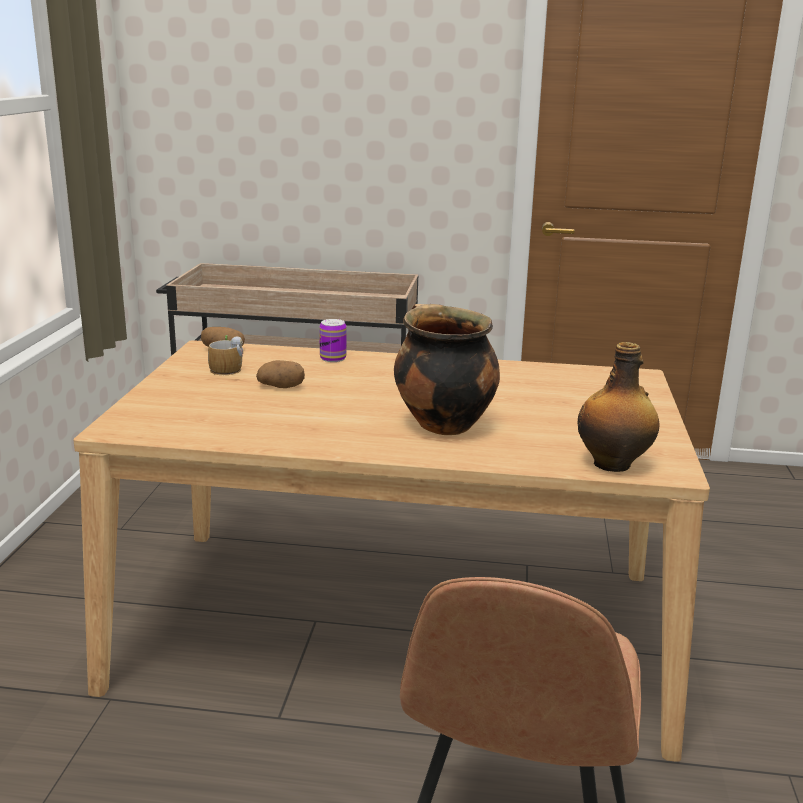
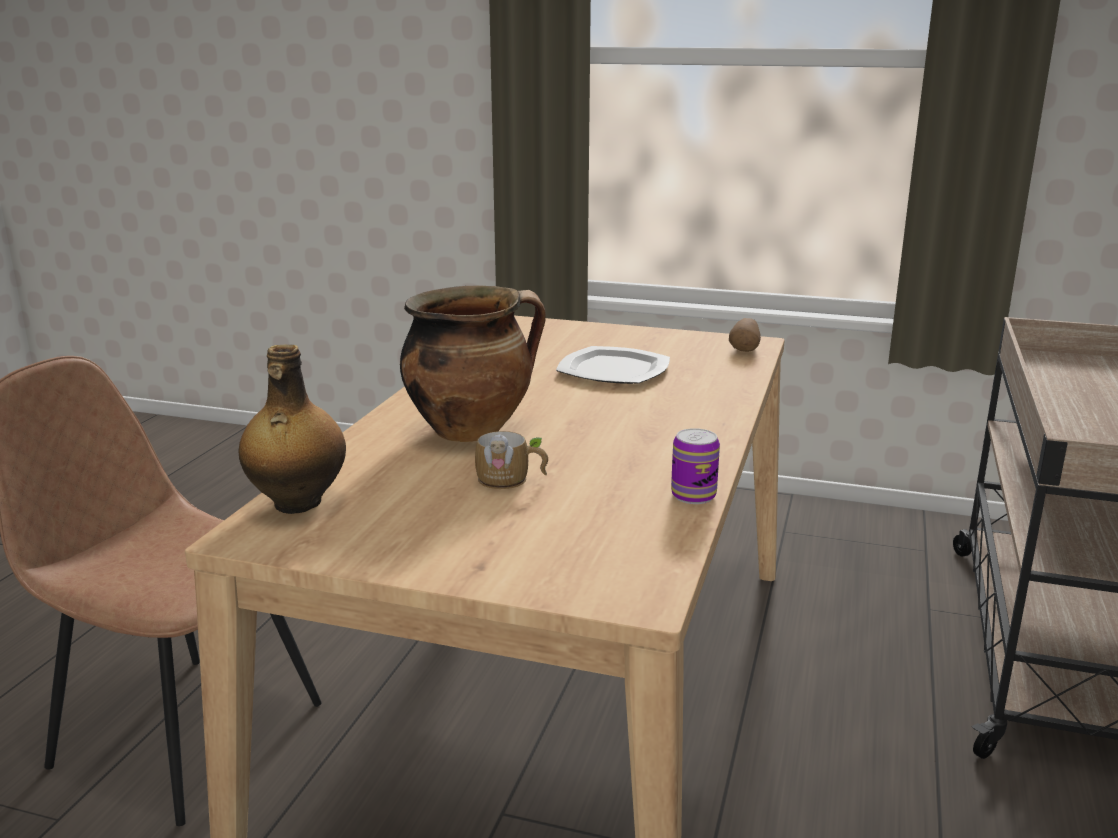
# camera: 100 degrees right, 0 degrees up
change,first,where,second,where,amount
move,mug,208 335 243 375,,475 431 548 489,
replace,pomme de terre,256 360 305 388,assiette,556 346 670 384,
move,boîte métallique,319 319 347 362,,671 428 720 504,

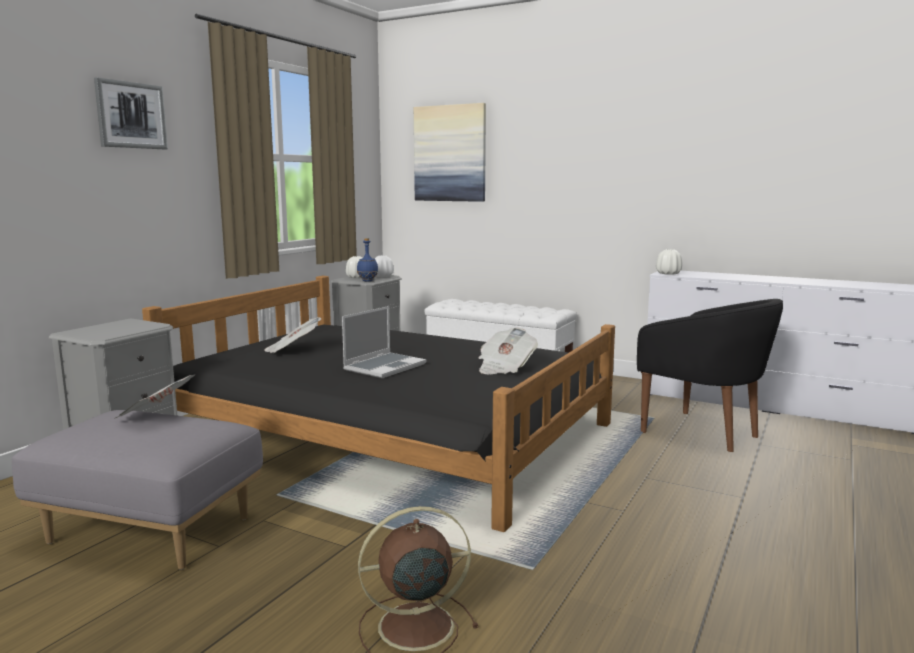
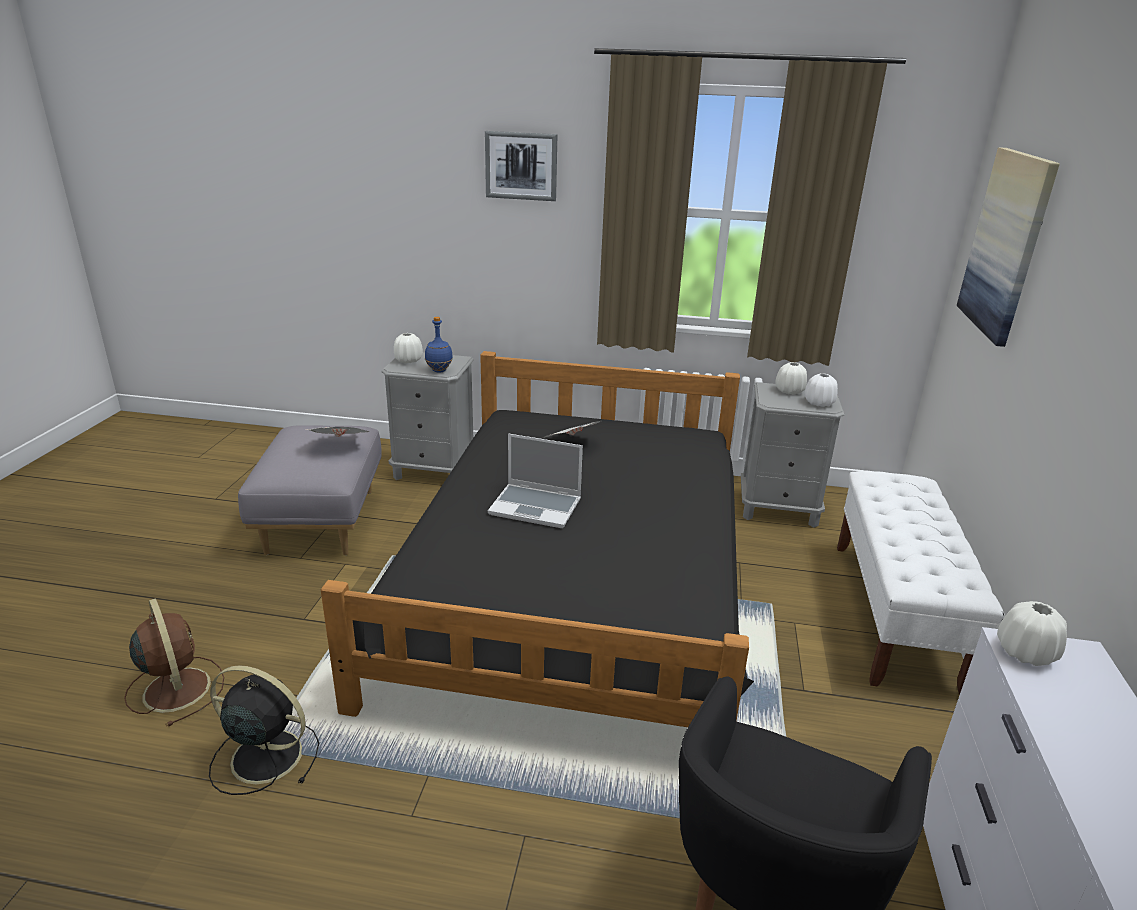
# camera: 70 degrees right, 15 degrees up
change,first,where,second,where,amount
move,bouteille/bleu,357 238 378 281,,425 317 453 372,
delete,journal,478 328 538 374,,,
insert,,,ventilateur/noir,209 665 319 795,
insert,,,vase/blanc,394 333 423 363,

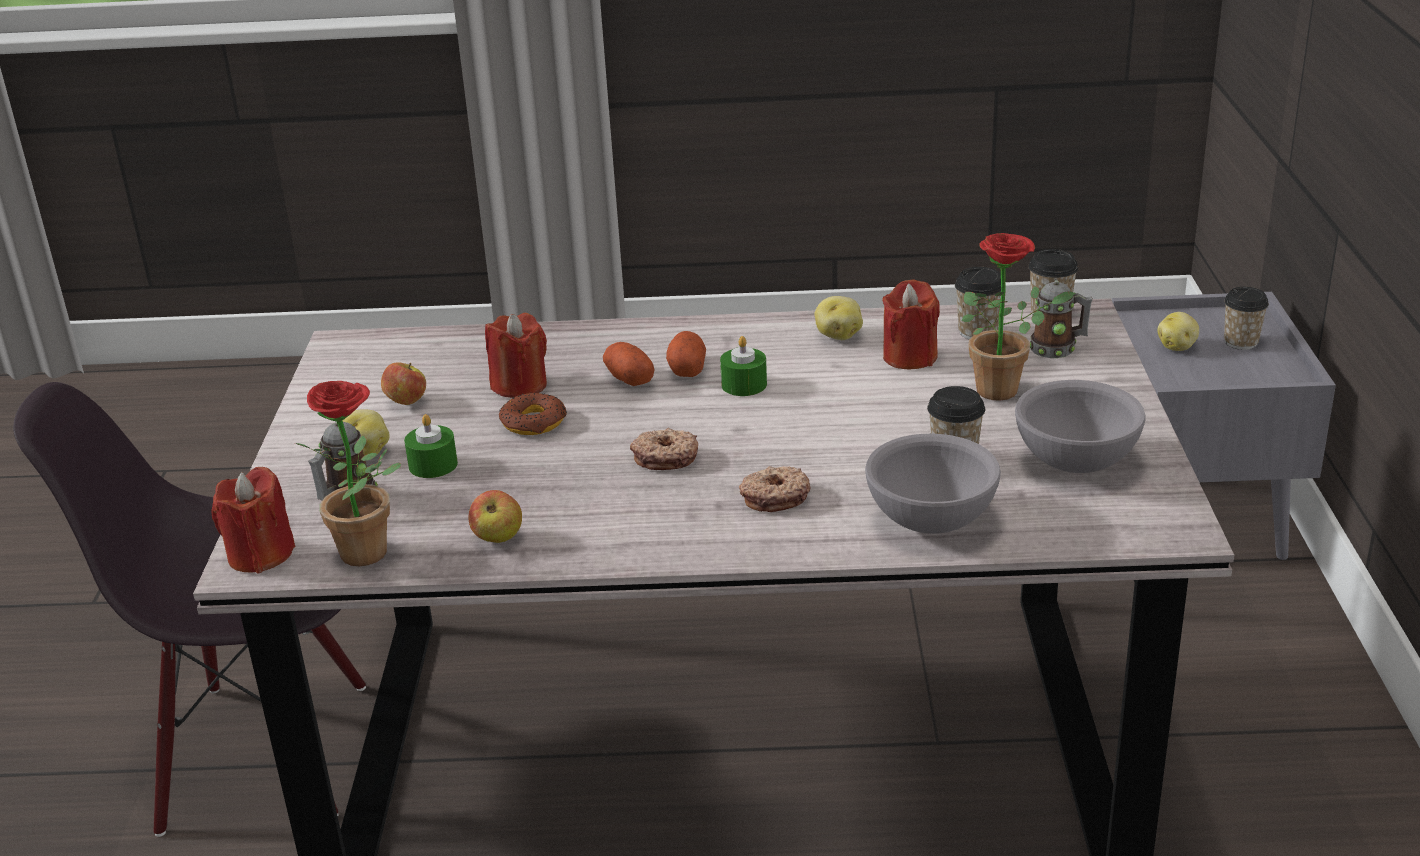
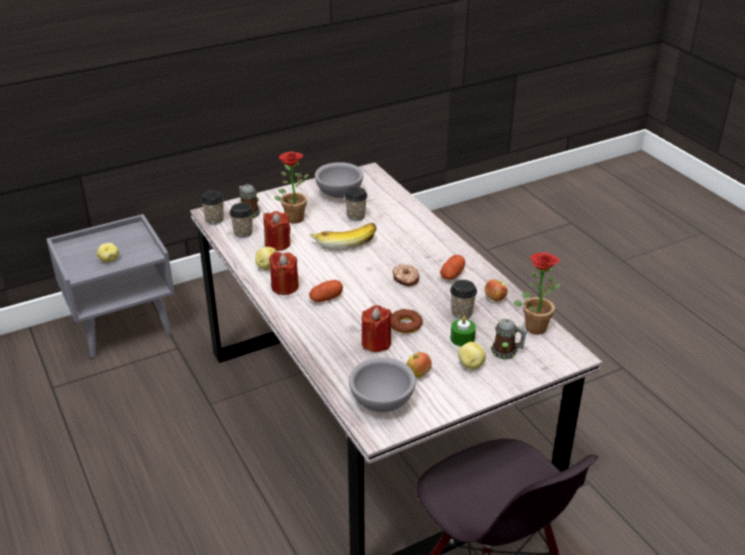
# camera: 120 degrees left, 5 degrees up
change,first,where,second,where,amount
move,bougie/rouge,212 467 295 573,,269 252 299 295,
move,pomme de terre,603 342 654 386,,440 255 465 280,
delete,bougie/vert,720 336 767 396,,,
delete,beignet,739 466 810 512,,,
move,bol/gris,865 434 1001 534,,349 357 416 412,
move,tasse,1224 287 1269 350,,450 280 477 319,
insert,,,banane,309 223 377 250,

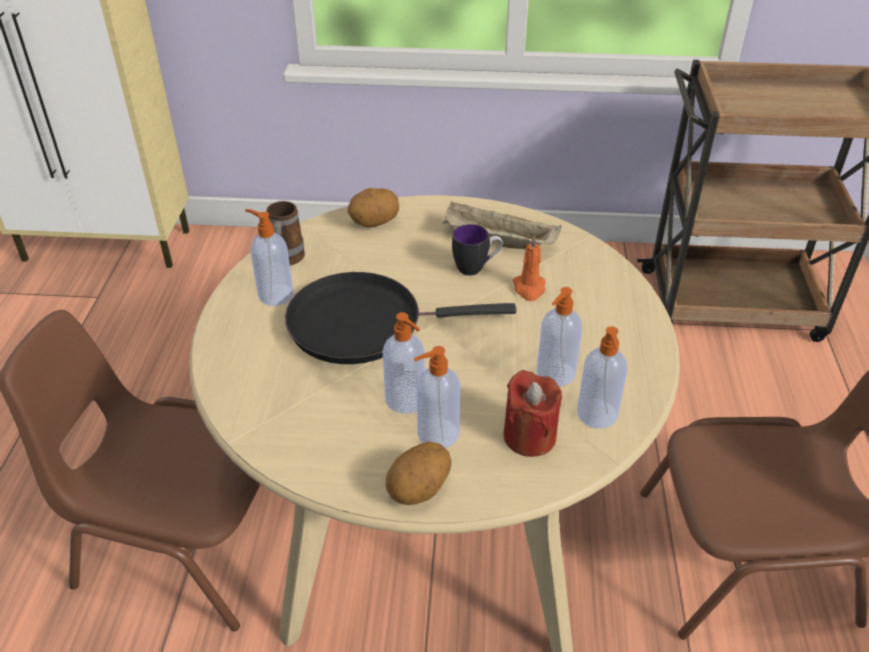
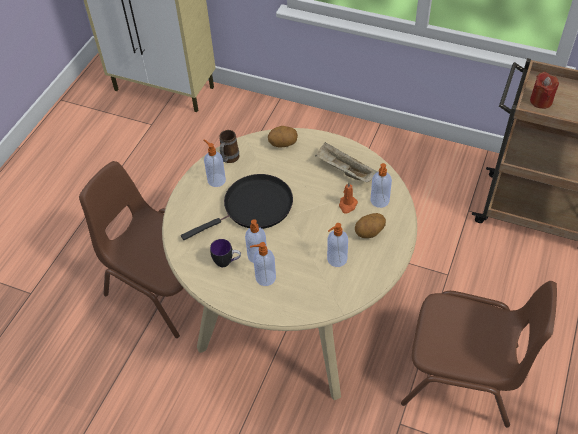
# camera: 20 degrees right, 10 degrees up
change,first,where,second,where,amount
rotate,poêle/noir,285 272 516 364,,181 174 293 240,135 degrees clockwise
move,pomme de terre,386 441 451 505,,355 213 386 238,
move,mug,452 224 503 276,,210 239 241 267,
move,bougie/rouge,504 370 562 457,,530 72 559 109,
move,distributeur de savon,577 326 627 429,,371 163 392 208,

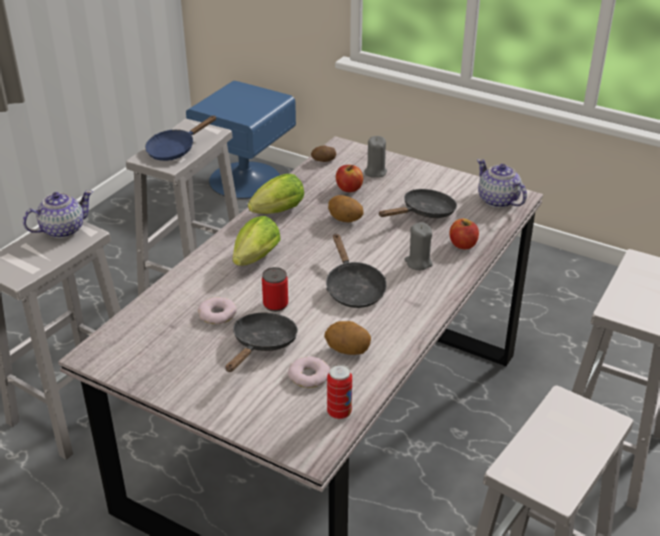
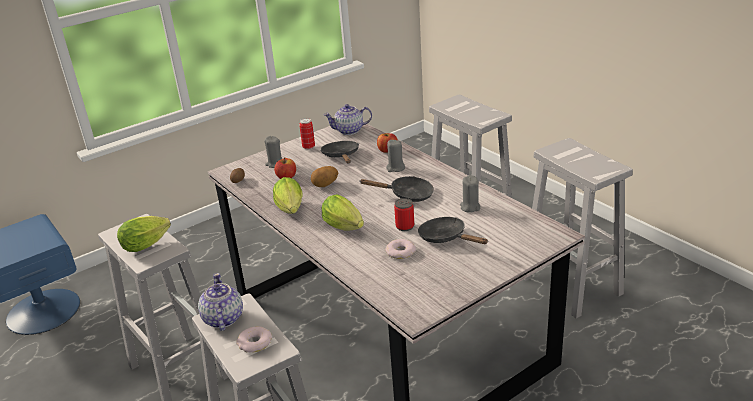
# camera: 65 degrees left, 5 degrees down
change,first,where,second,where,amount
replace,poêle/bleu,145 116 216 161,laitue,117 216 171 252,
move,beignet,288 356 330 388,,236 326 272 353,
replace,pomme de terre,324 321 371 355,bougie/gris,460 175 480 213,
move,boîte métallique,327 364 352 419,,299 118 315 150,

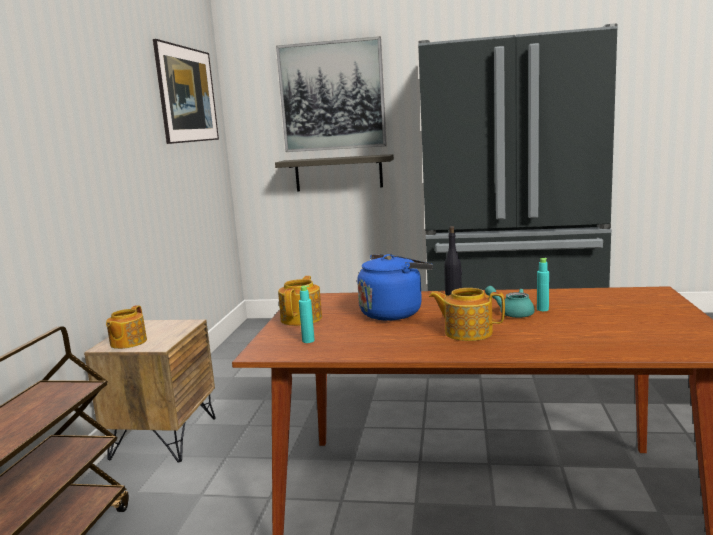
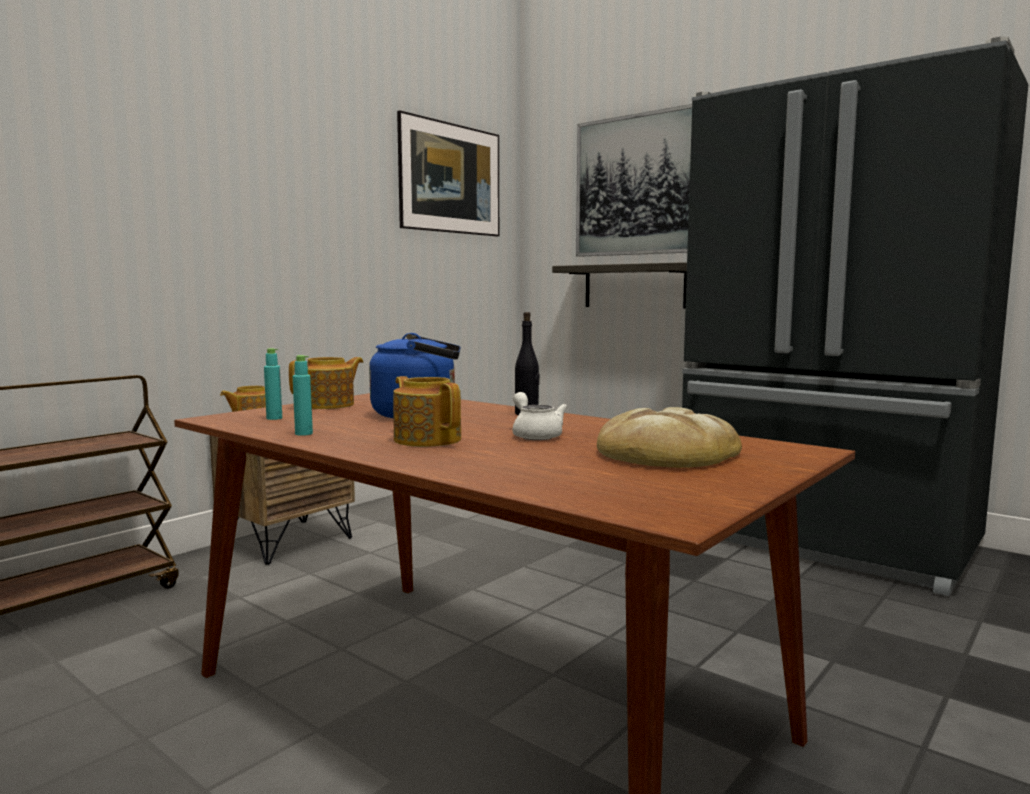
# camera: 30 degrees right, 5 degrees down
change,first,where,second,where,amount
recolor,théière/turquoise,485 286 535 318,théière/blanc,512 392 567 440,
move,bouteille/turquoise,537 258 549 311,,293 355 313 436,
insert,,,pain,597 407 742 468,

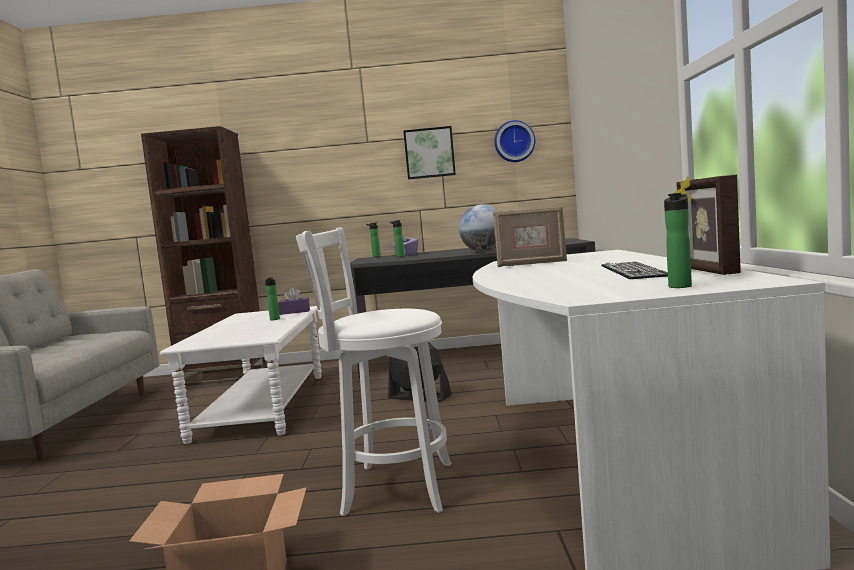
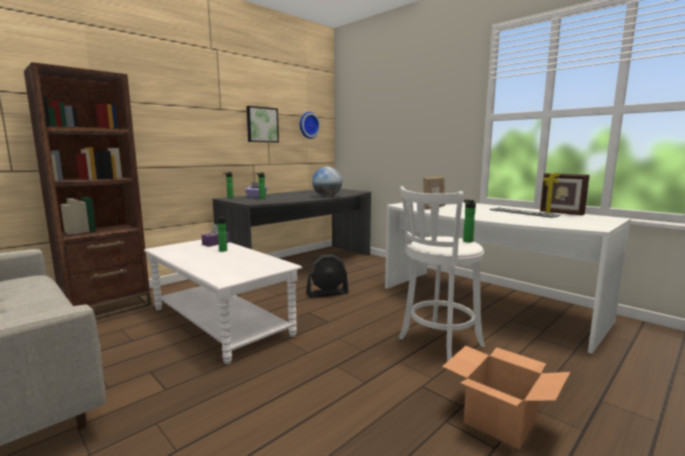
# camera: 45 degrees left, 5 degrees up
change,first,where,second,where,amount
move,bouteille,664 193 692 288,,463 200 476 242,

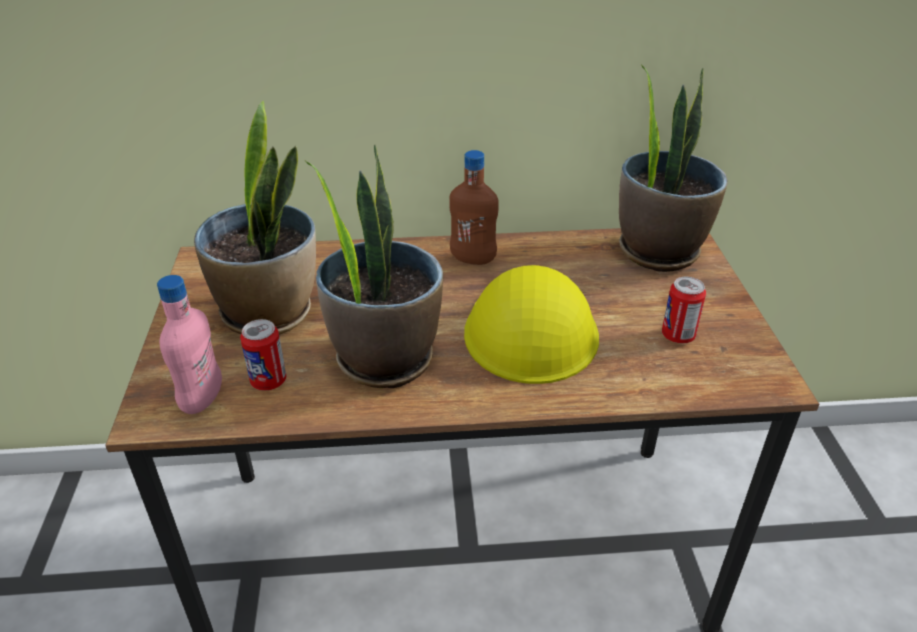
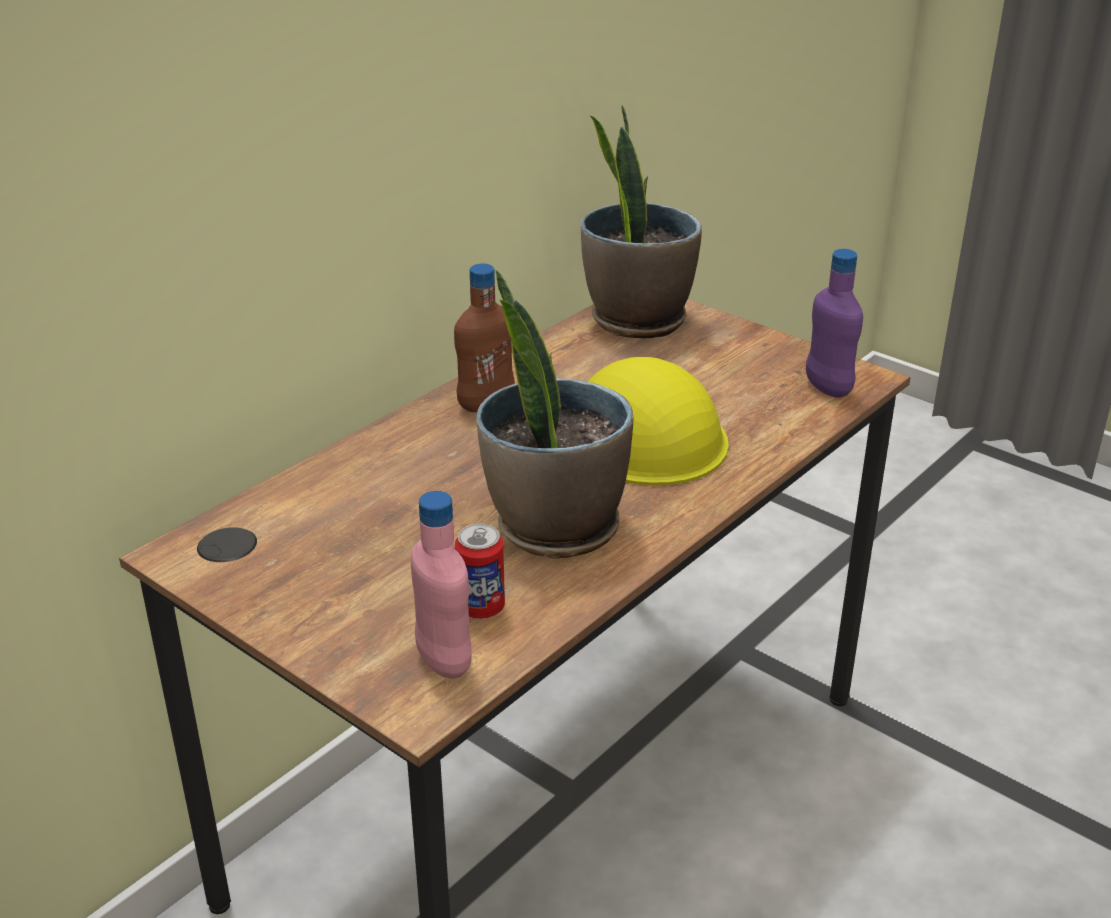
# camera: 45 degrees left, 5 degrees down
change,first,where,second,where,amount
delete,plante en pot,194 101 316 335,,,
delete,boîte métallique,662 276 706 343,,,
insert,,,bouteille/violet,806 249 863 398,

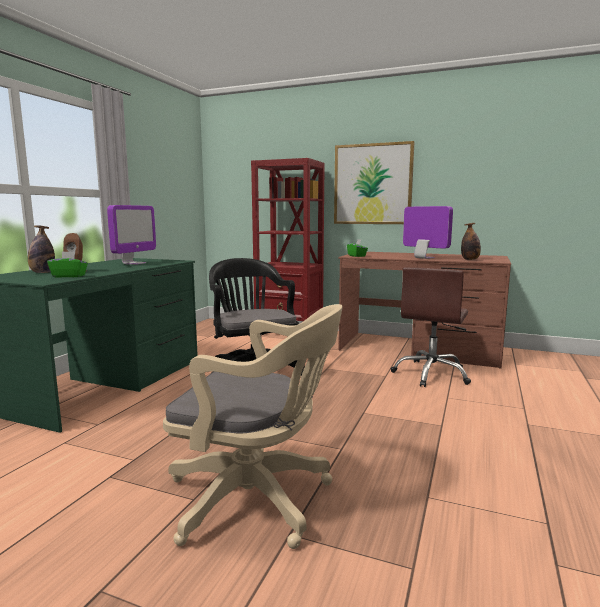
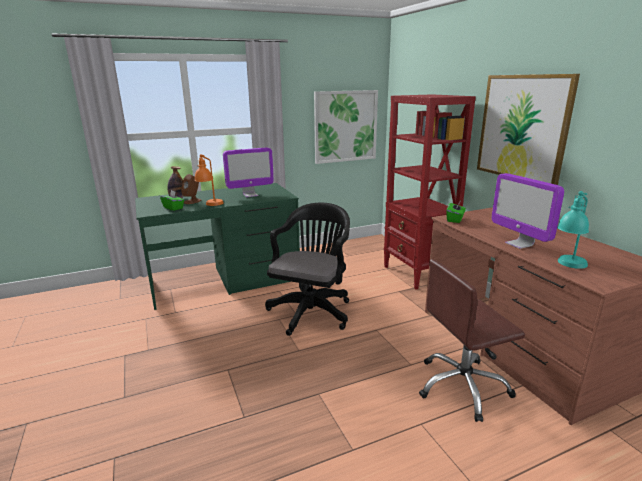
# camera: 45 degrees right, 10 degrees up
change,first,where,second,where,amount
delete,chaise de bureau/beige,163 304 343 549,,,
rotate,écran d'ordinateur,403 206 453 259,,491 173 564 249,150 degrees clockwise
replace,bouteille,461 223 481 260,lampe de table/turquoise,557 191 589 269,
insert,,,lampe de table/orange,194 154 224 206,
insert,,,tableau,314 90 378 164,

